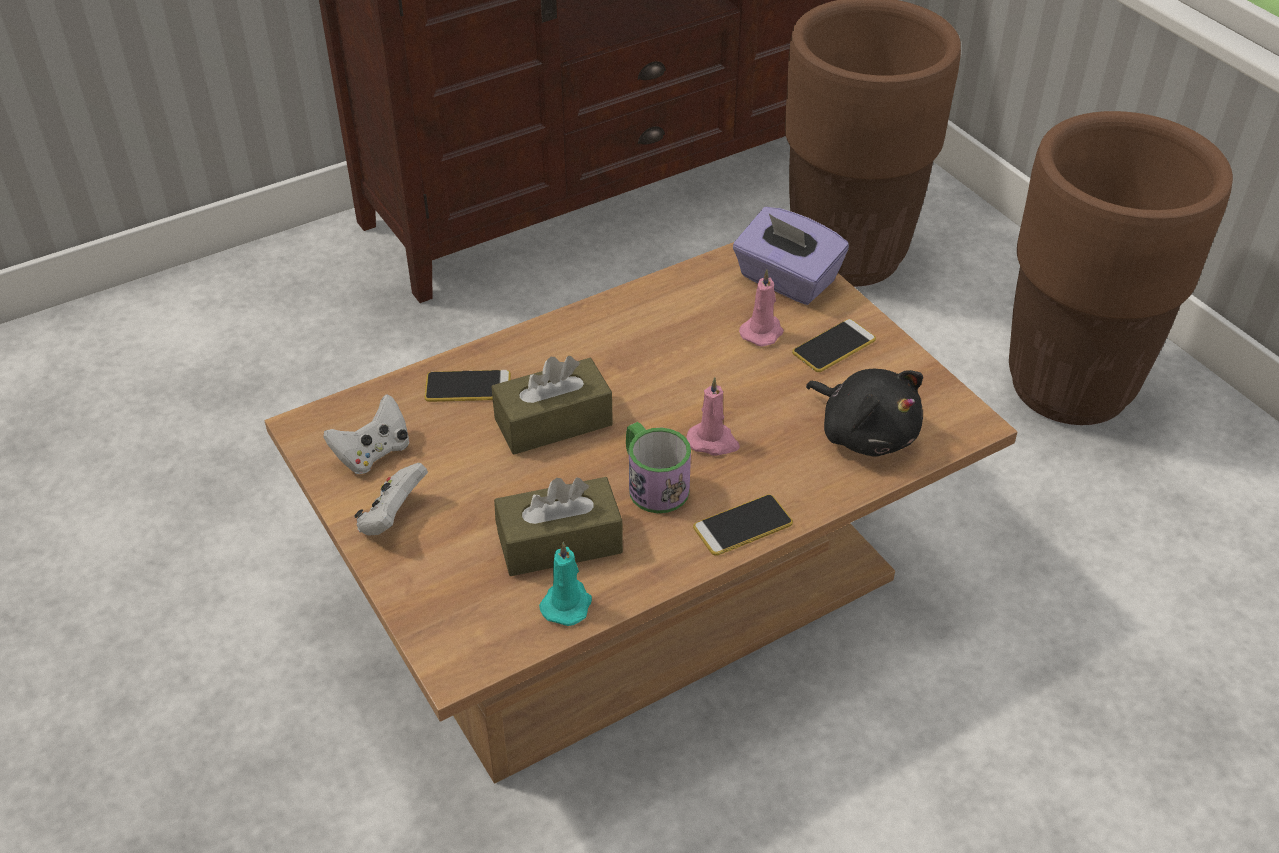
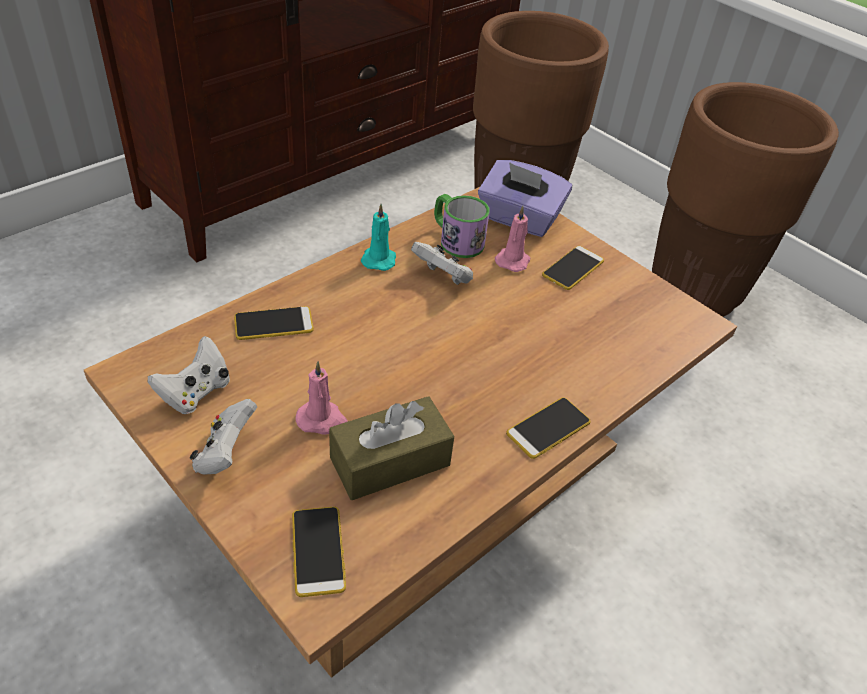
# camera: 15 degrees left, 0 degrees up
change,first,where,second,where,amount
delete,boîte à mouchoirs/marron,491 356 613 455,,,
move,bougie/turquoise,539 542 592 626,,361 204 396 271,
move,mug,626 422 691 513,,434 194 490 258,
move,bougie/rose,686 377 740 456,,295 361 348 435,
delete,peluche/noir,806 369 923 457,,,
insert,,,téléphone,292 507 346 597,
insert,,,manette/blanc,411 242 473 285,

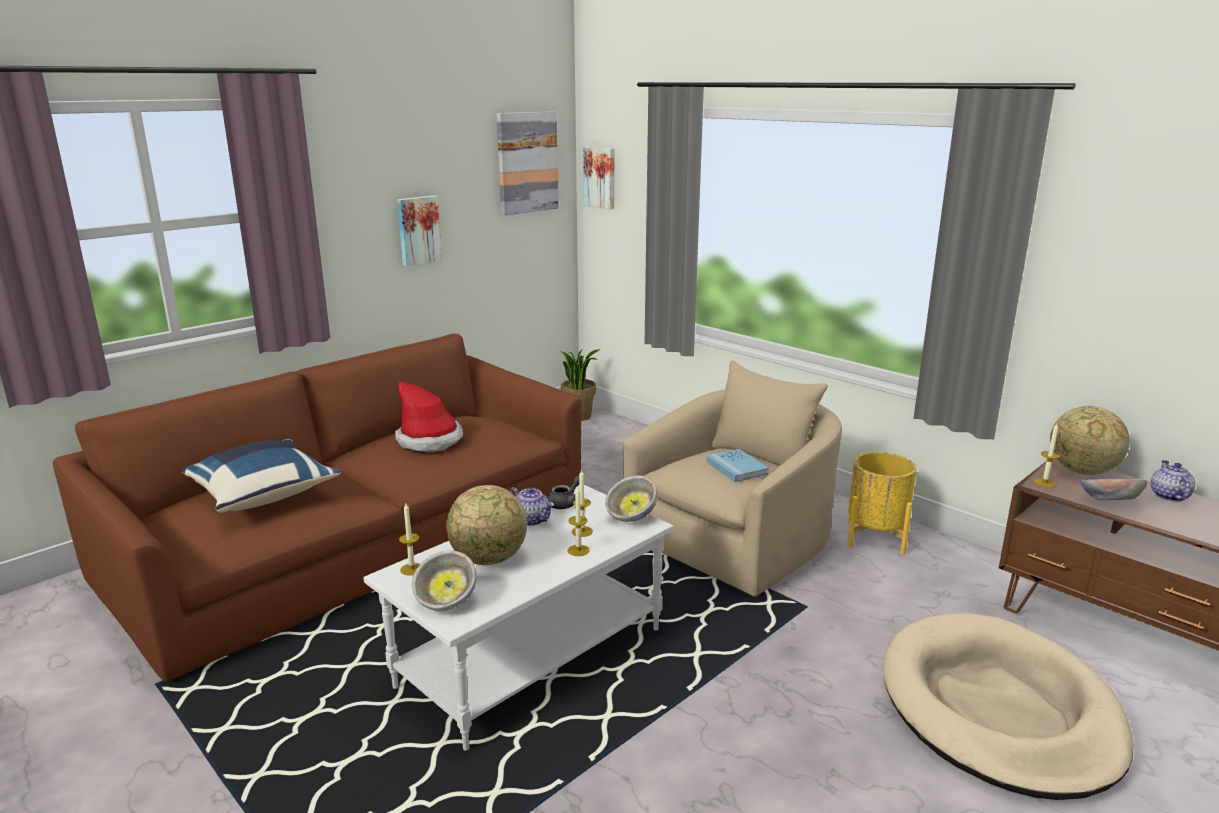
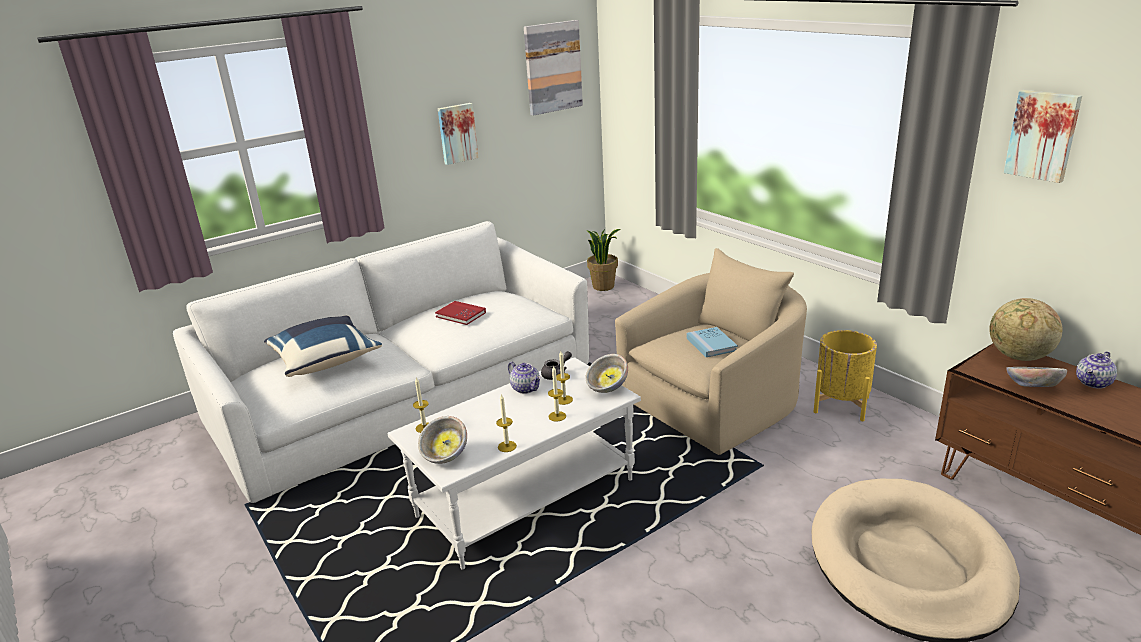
# camera: 10 degrees right, 5 degrees up
change,first,where,second,where,amount
recolor,canapé/marron,53 334 581 681,canapé/blanc,173 221 589 503,
replace,chapeau,395 382 463 452,livre/rouge,435 301 486 325,
delete,globe,446 485 527 565,,,
move,tableau,583 147 614 209,,1004 90 1082 183,
move,bougie,1034 423 1060 488,,496 394 517 452,
rotate,théière,1151 460 1196 502,,1076 351 1117 389,150 degrees counterclockwise

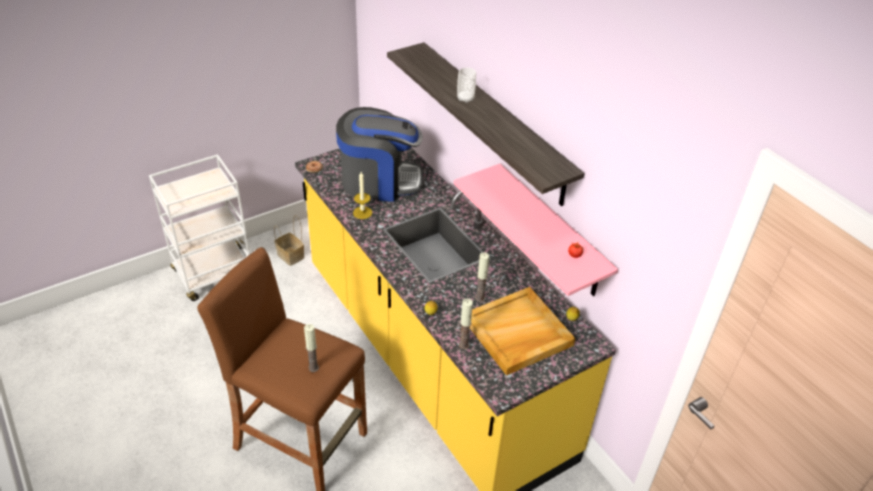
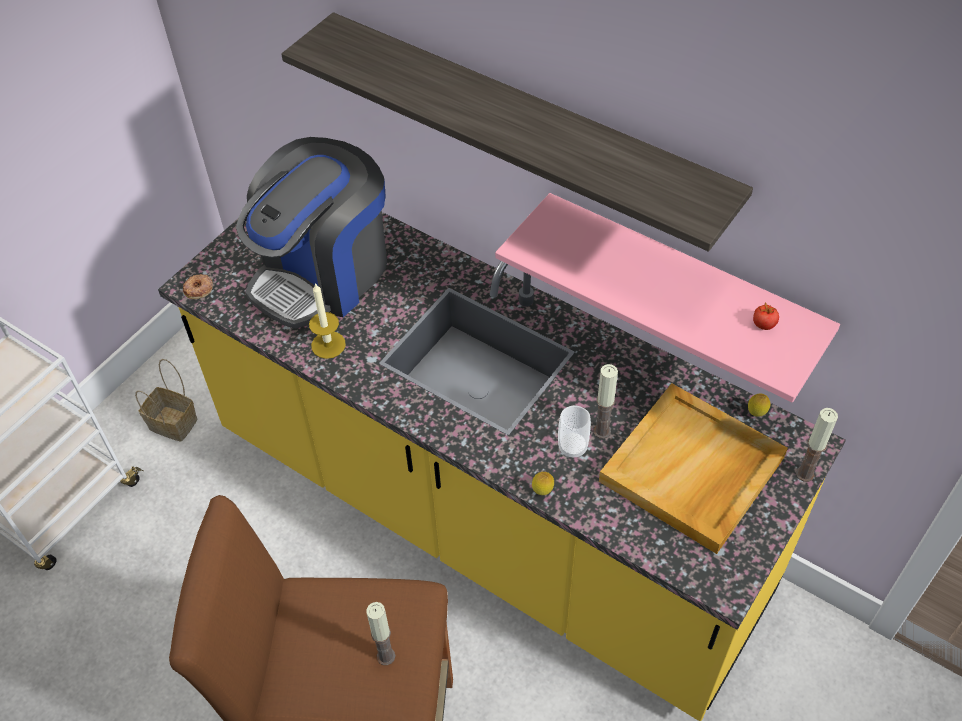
# camera: 20 degrees left, 10 degrees up
change,first,where,second,where,amount
rotate,machine à café,336 107 423 202,,236 137 387 329,150 degrees clockwise
move,tasse,457 67 476 103,,558 405 591 458,
move,bougie,458 299 473 349,,796 408 838 482,

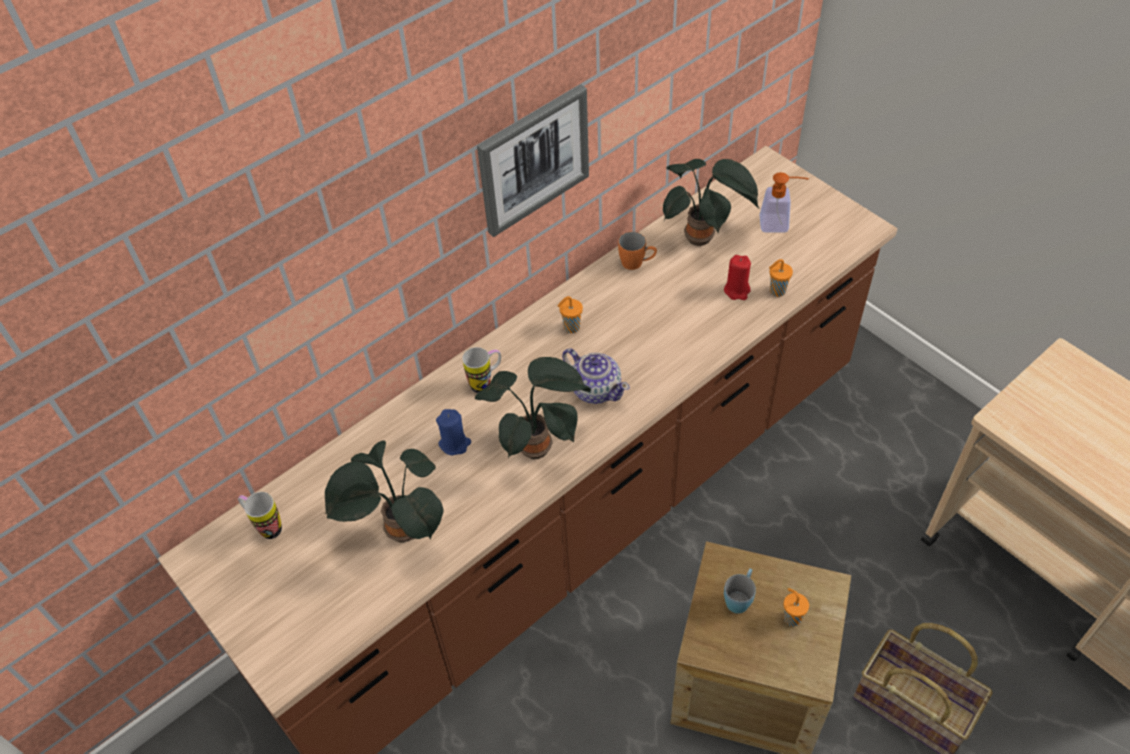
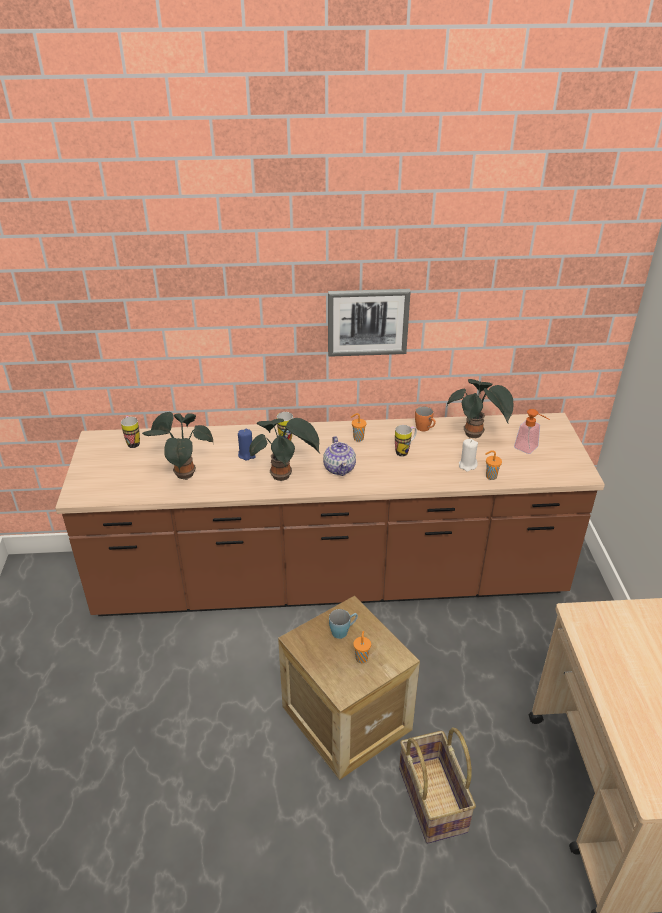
# camera: 35 degrees right, 15 degrees down
change,first,where,second,where,amount
recolor,bougie/rouge,724 255 751 300,bougie/blanc,459 439 478 472,
insert,,,mug,395 425 417 457,

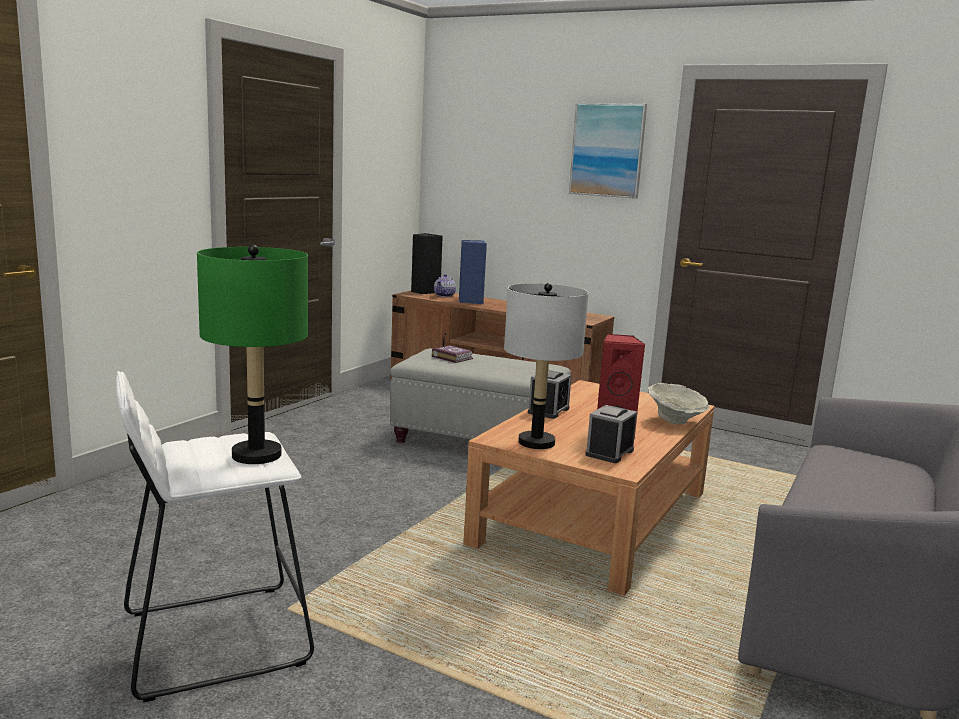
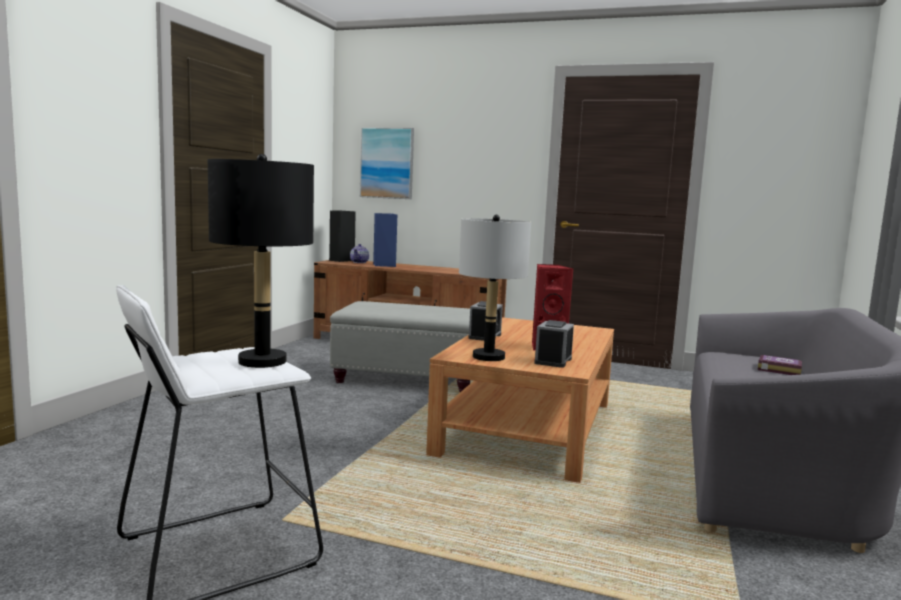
# camera: 10 degrees left, 5 degrees down
change,first,where,second,where,amount
recolor,lampe de table/vert,197 244 308 464,lampe de table/noir,208 154 314 368,
move,livre,432 345 473 363,,757 355 802 375,
move,tableau,569 103 647 199,,360 127 414 199,
delete,bol/beige,648 383 709 425,,,

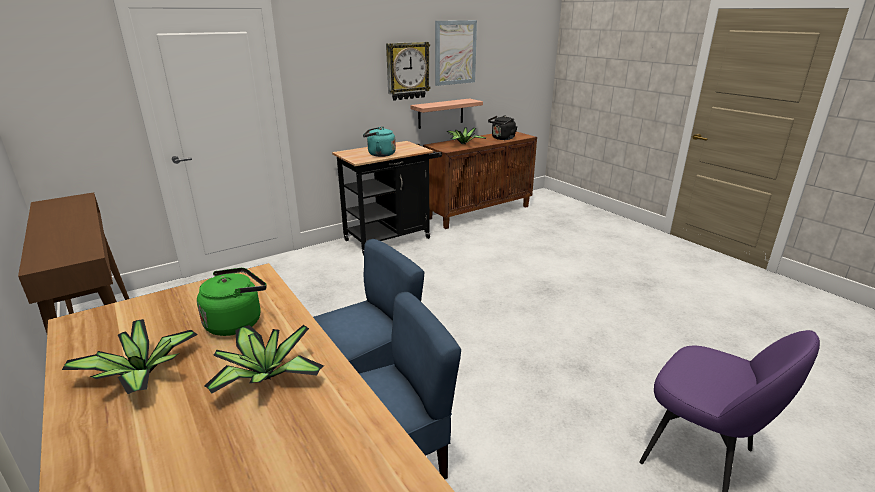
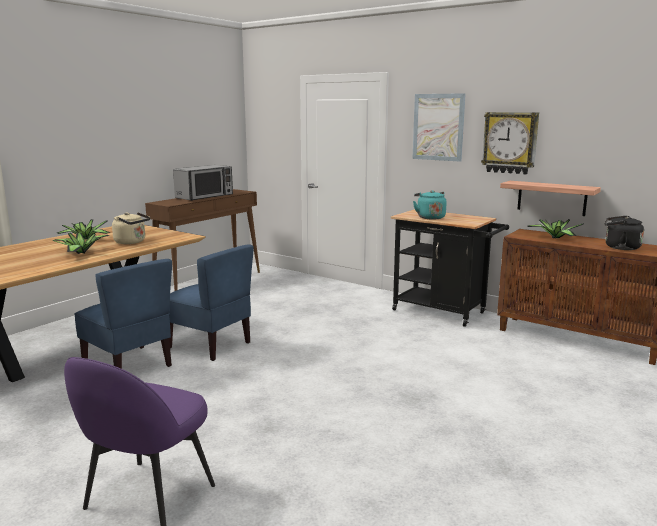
# camera: 70 degrees right, 10 degrees down
change,first,where,second,where,amount
recolor,bouilloire/vert,197 268 267 336,bouilloire/beige,112 212 150 244,
move,tableau,435 20 477 86,,412 93 466 162,
insert,,,micro-ondes,173 165 233 201,

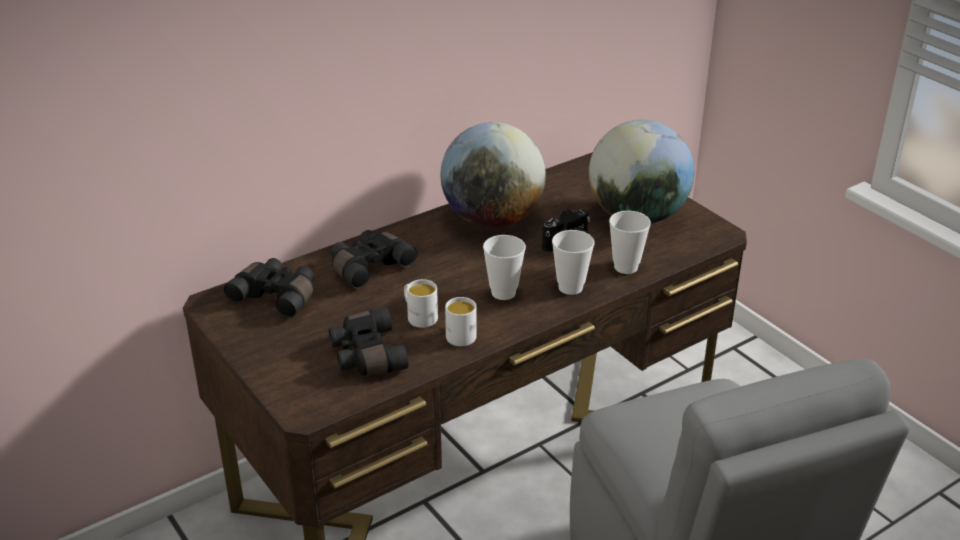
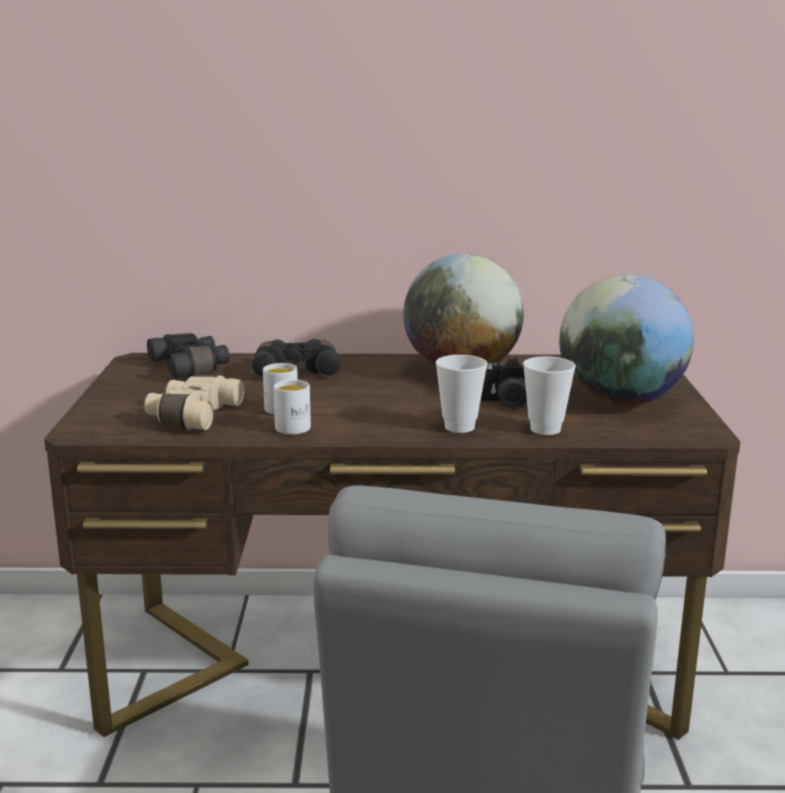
# camera: 35 degrees right, 15 degrees down
change,first,where,second,where,amount
recolor,jumelles/noir,329 307 408 376,jumelles/beige,144 375 244 430,
delete,tasse,483 235 526 300,,,

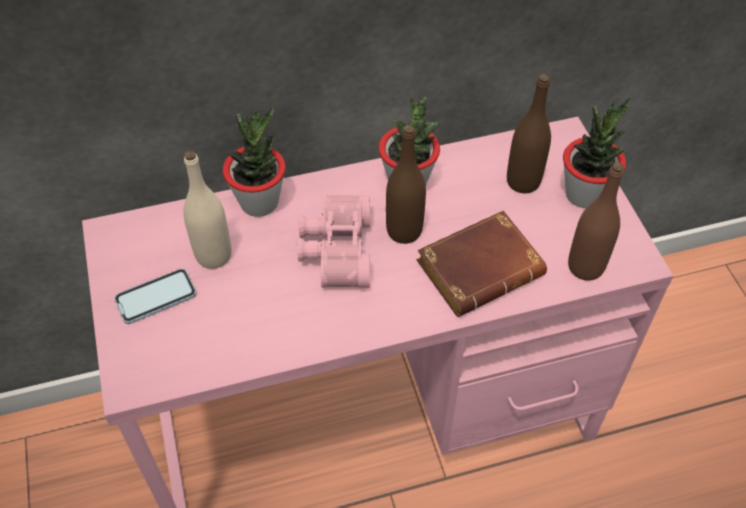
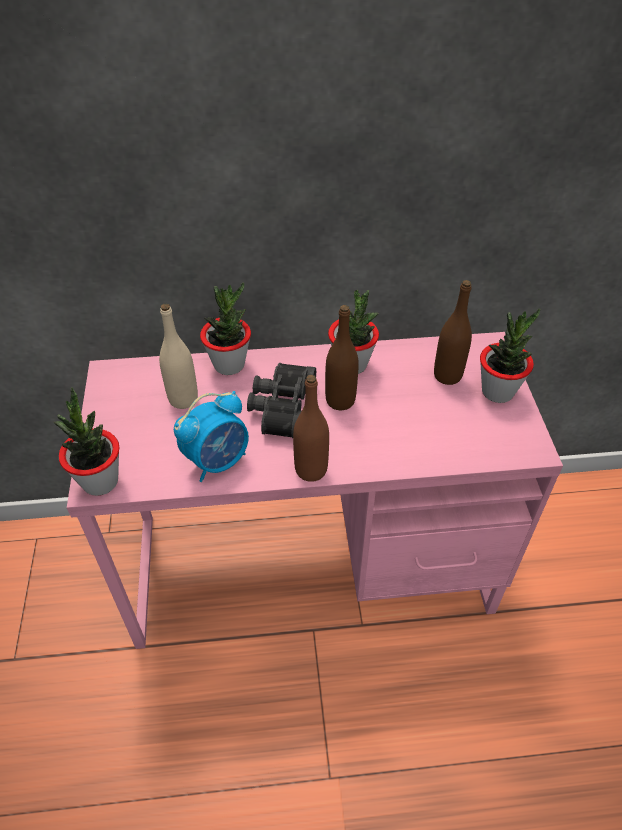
# camera: 10 degrees right, 5 degrees down
change,first,where,second,where,amount
delete,téléphone,114 269 197 324,,,
recolor,jumelles/rose,297 195 370 288,jumelles/noir,247 363 316 438,
delete,livre/marron,416 211 547 317,,,
move,bouteille/marron,568 162 624 281,,293 375 329 482,
insert,,,plante en pot,54 387 120 496,
insert,,,réveil,174 391 249 482,

